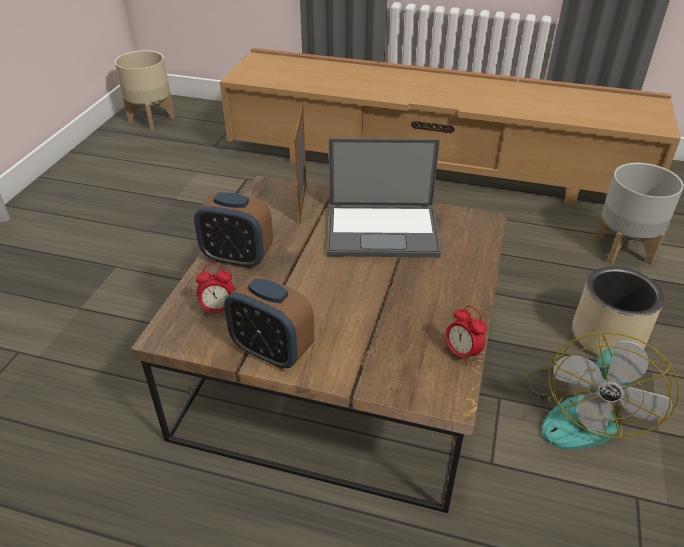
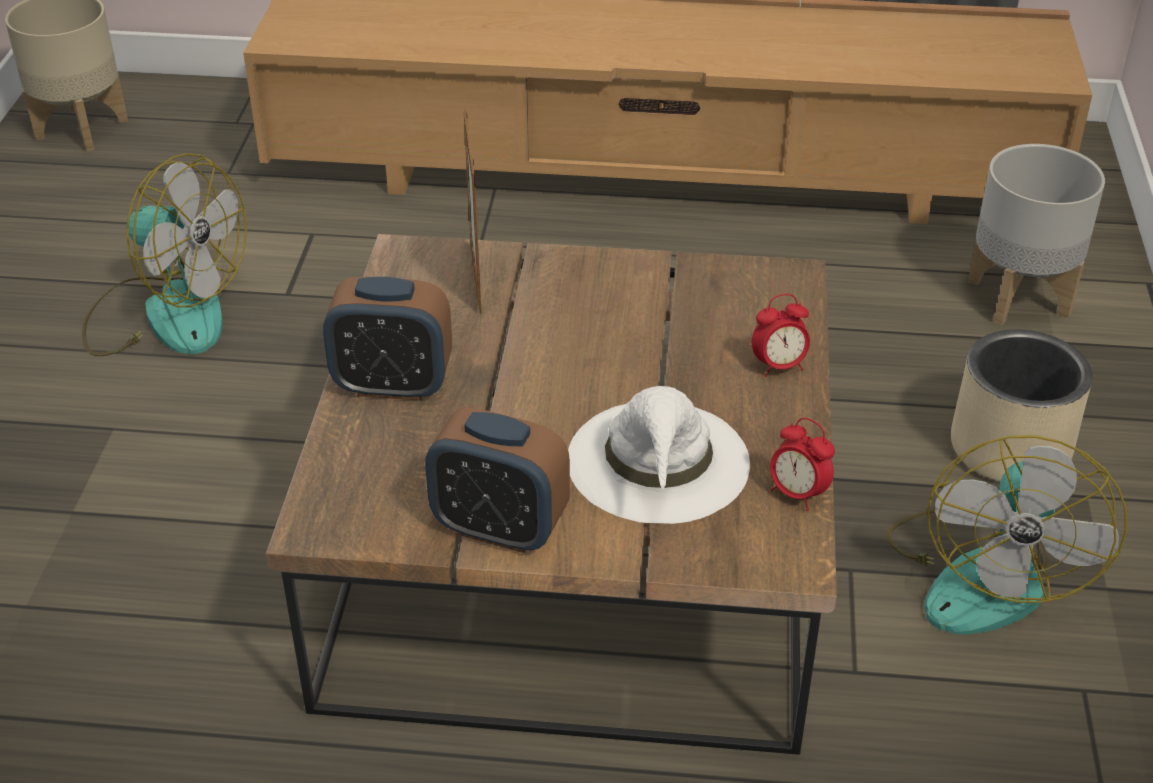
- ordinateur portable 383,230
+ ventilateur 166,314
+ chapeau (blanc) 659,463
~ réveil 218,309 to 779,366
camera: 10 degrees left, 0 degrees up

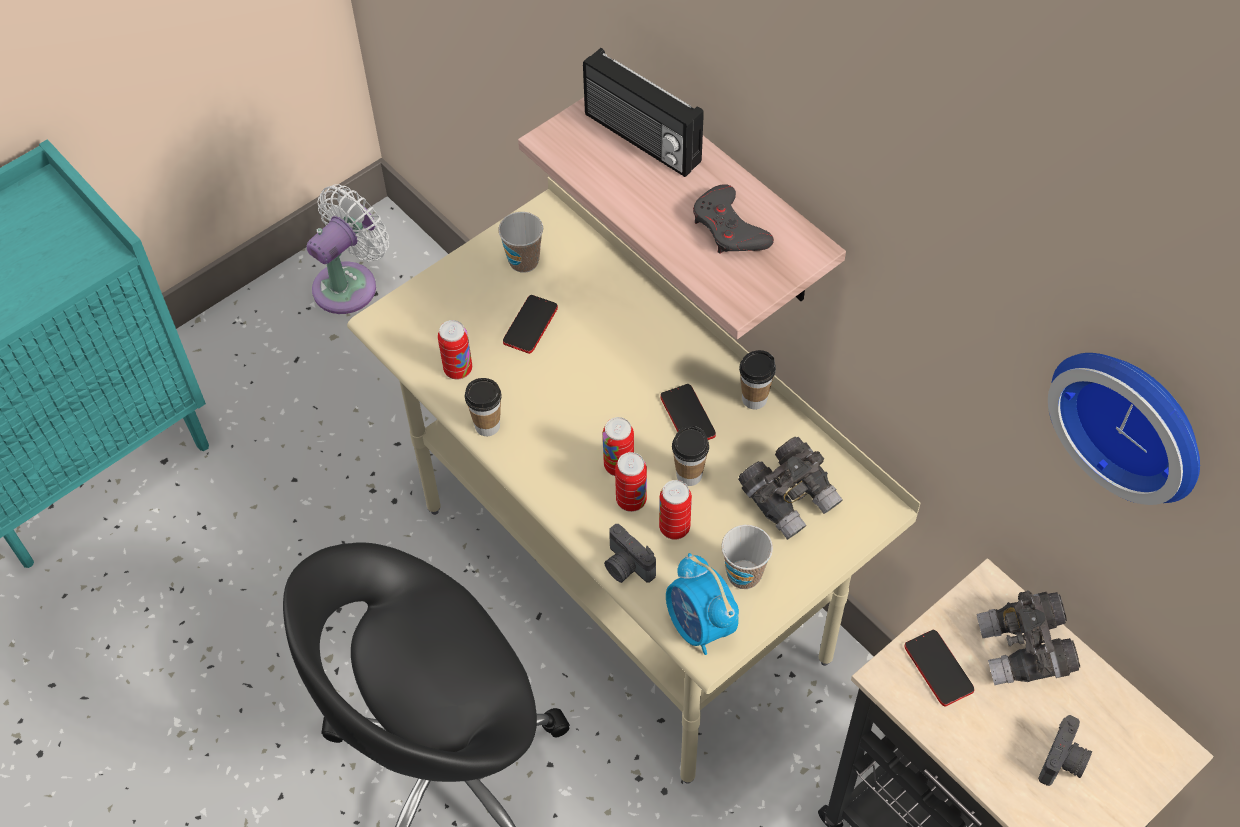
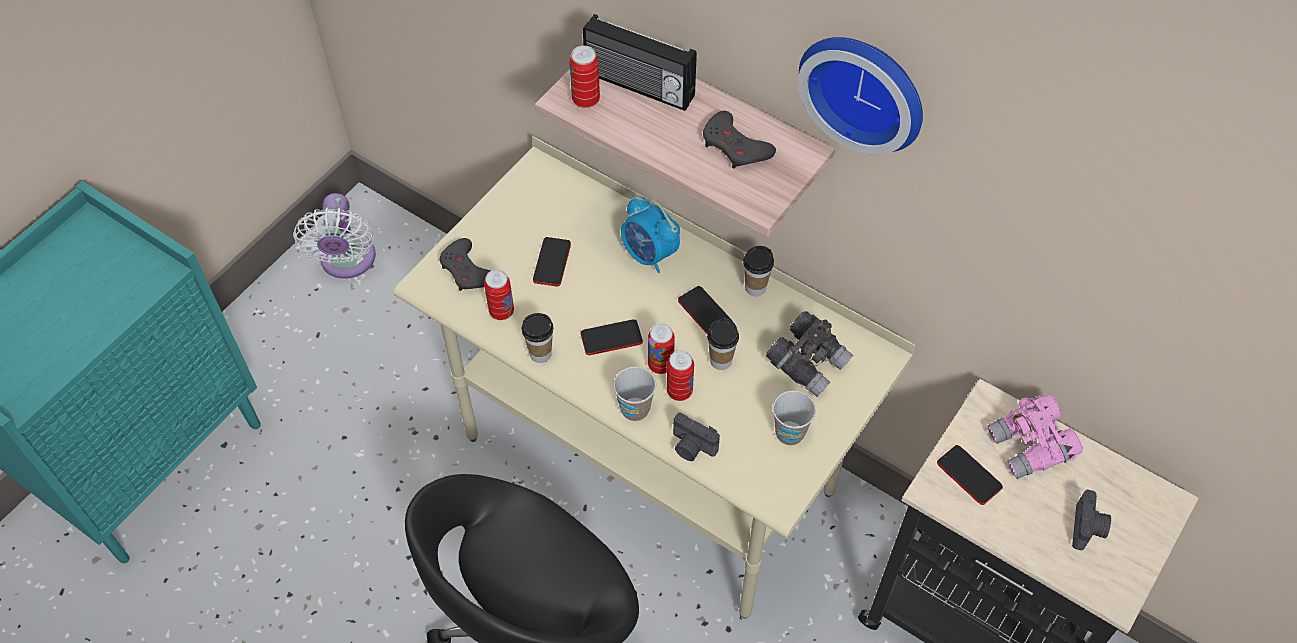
+ manette (gris) 467,271
+ téléphone 611,338
~ tasse 524,261 to 635,409
~ boîte métallique 674,528 to 586,100
~ réveil 700,626 to 649,254
~ horloge murale 1133,419 to 866,88
~ jumelles (gris) 1024,651 to jumelles (rose) 1030,447
~ ventilateur (blanc) 350,284 = 347,262 150 degrees clockwise
camera: 15 degrees left, 0 degrees up

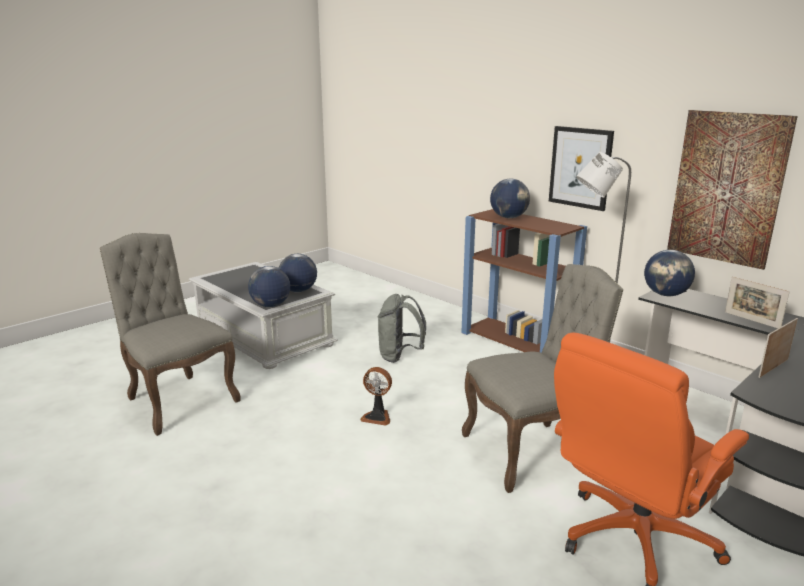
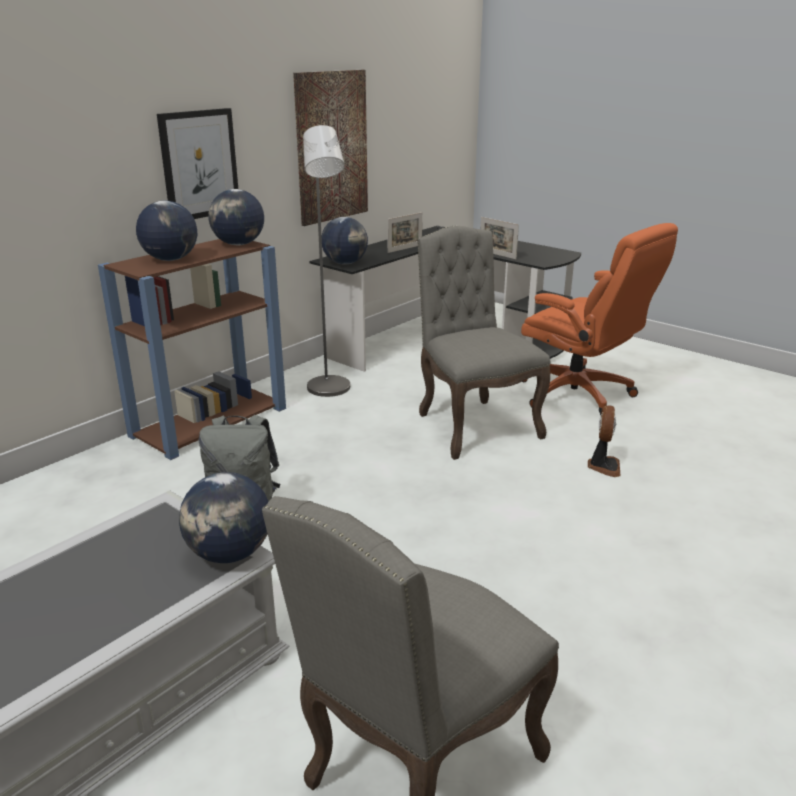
~ globe 298,291 to 239,244
~ ventilateur 377,417 to 603,466
camera: 95 degrees left, 5 degrees up

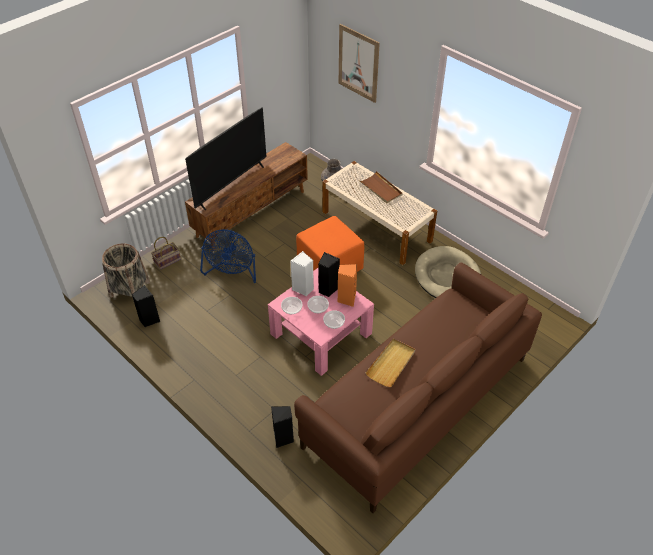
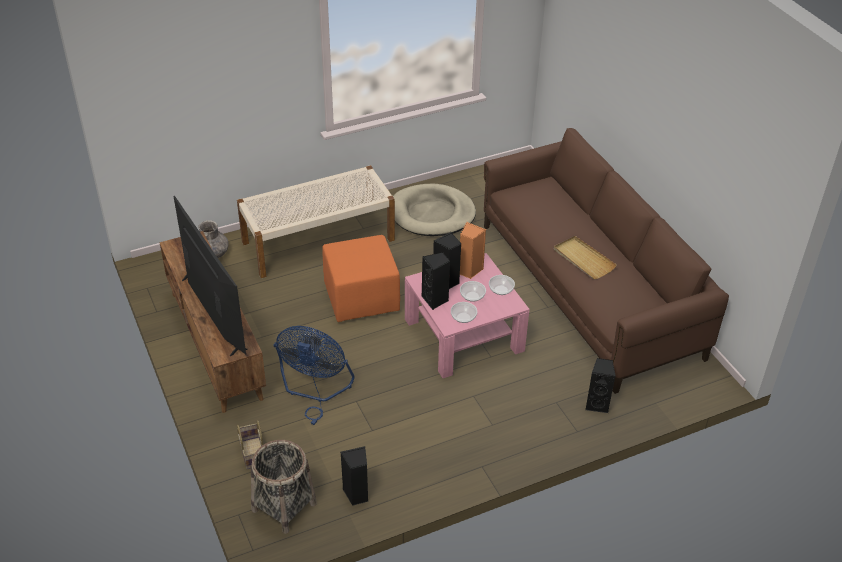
- tableau 358,63
- plateau (marron) 380,189
~ enceinte (blanc) 303,289 to enceinte (noir) 435,300
~ ventilateur (bleu) 231,270 = 312,390 105 degrees counterclockwise
camera: 70 degrees left, 5 degrees down

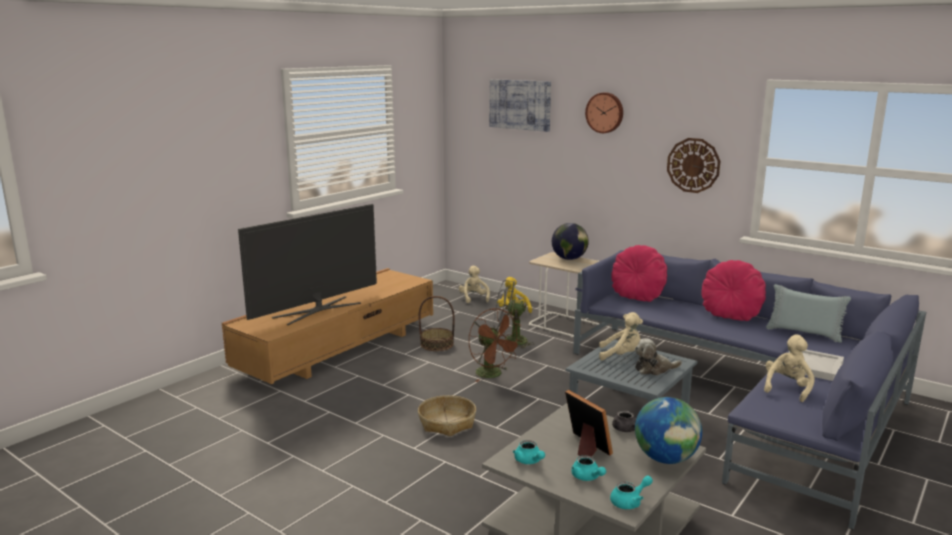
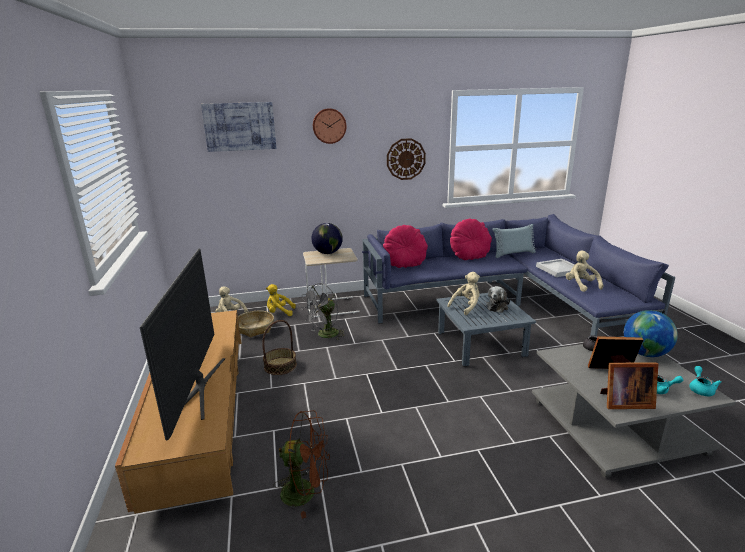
~ panier 447,423 to 255,328
~ ventilateur (marron) 493,375 to 306,492
~ théière (turquoise) 529,461 to cadre photo 623,402
camera: 50 degrees left, 5 degrees up

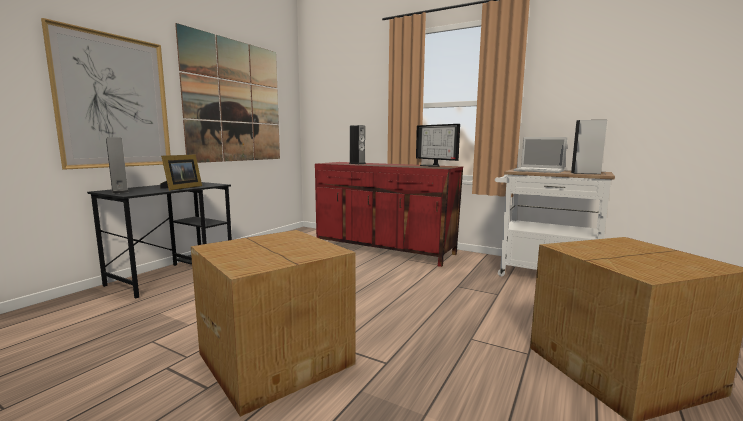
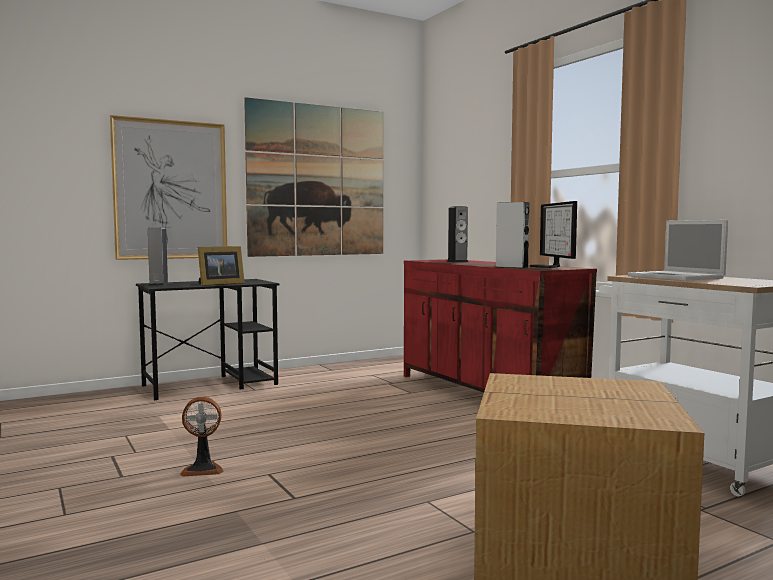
~ enceinte (gris) 585,173 to 511,267
~ carton 276,357 to ventilateur 203,469
camera: 30 degrees right, 5 degrees down

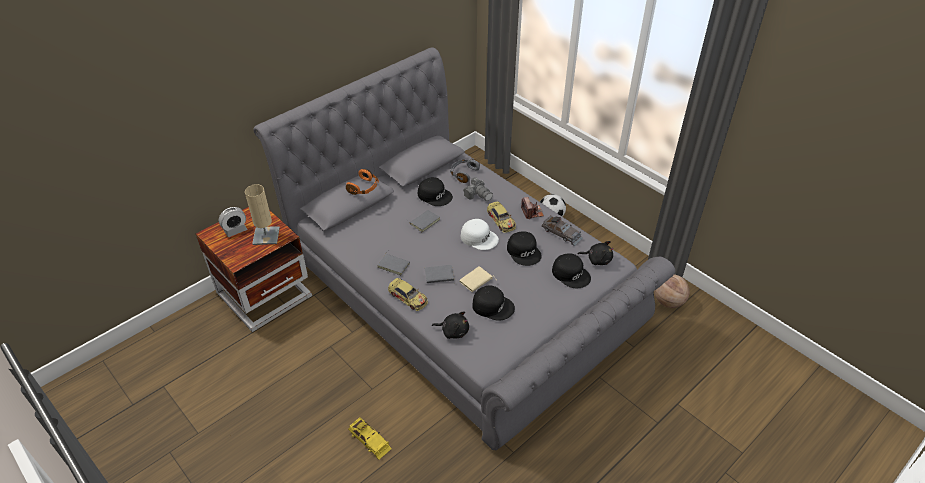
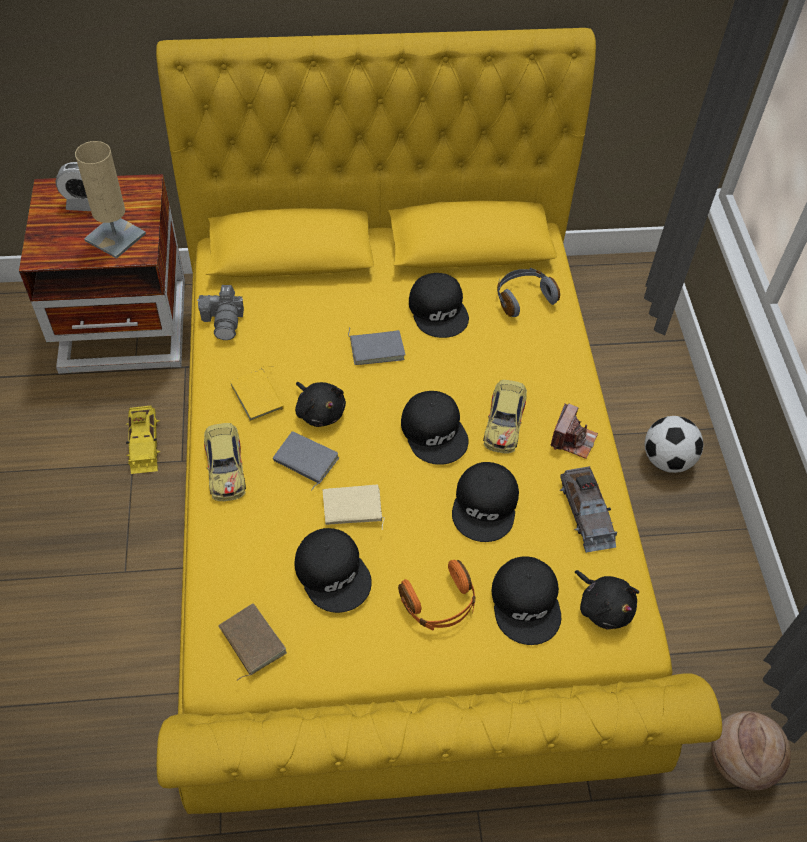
+ livre (marron) 250,642
~ casque audio (orange) 364,188 to 439,604
~ petite voiture (jaune) 369,440 to 143,443
~ peluche (noir) 453,331 to 319,411
~ appareil photo 478,195 to 224,320
~ lit (gris) 462,290 to lit (jaune) 399,497
~ livre (gris) 394,265 to livre (jaune) 259,396
~ casquette (blanc) 479,237 to casquette (noir) 435,431
camera: 35 degrees right, 10 degrees up

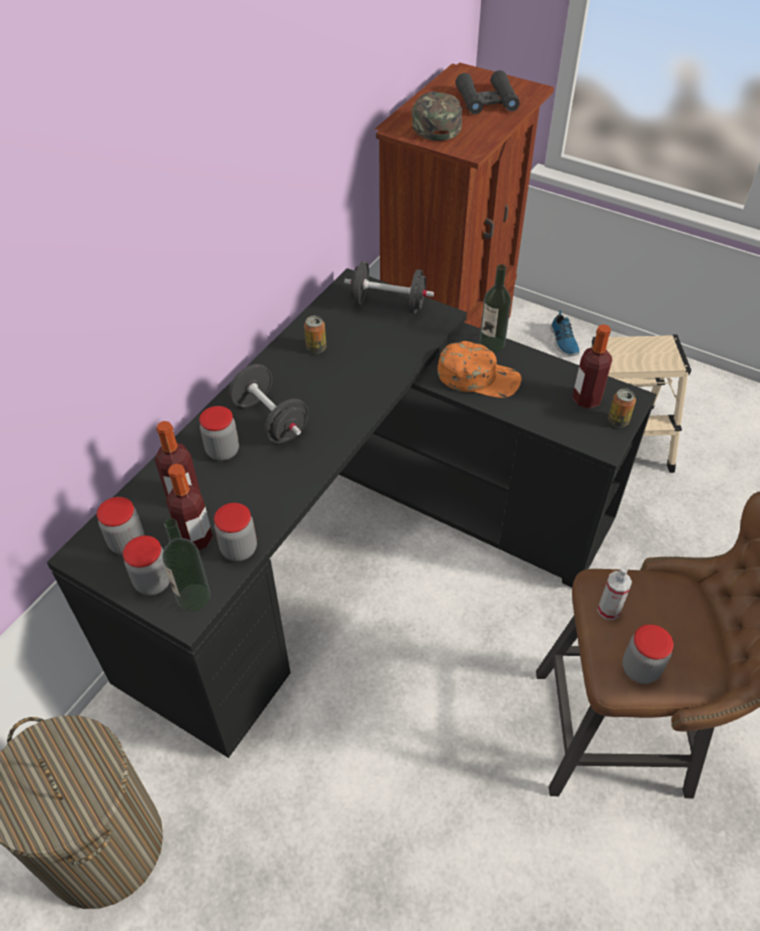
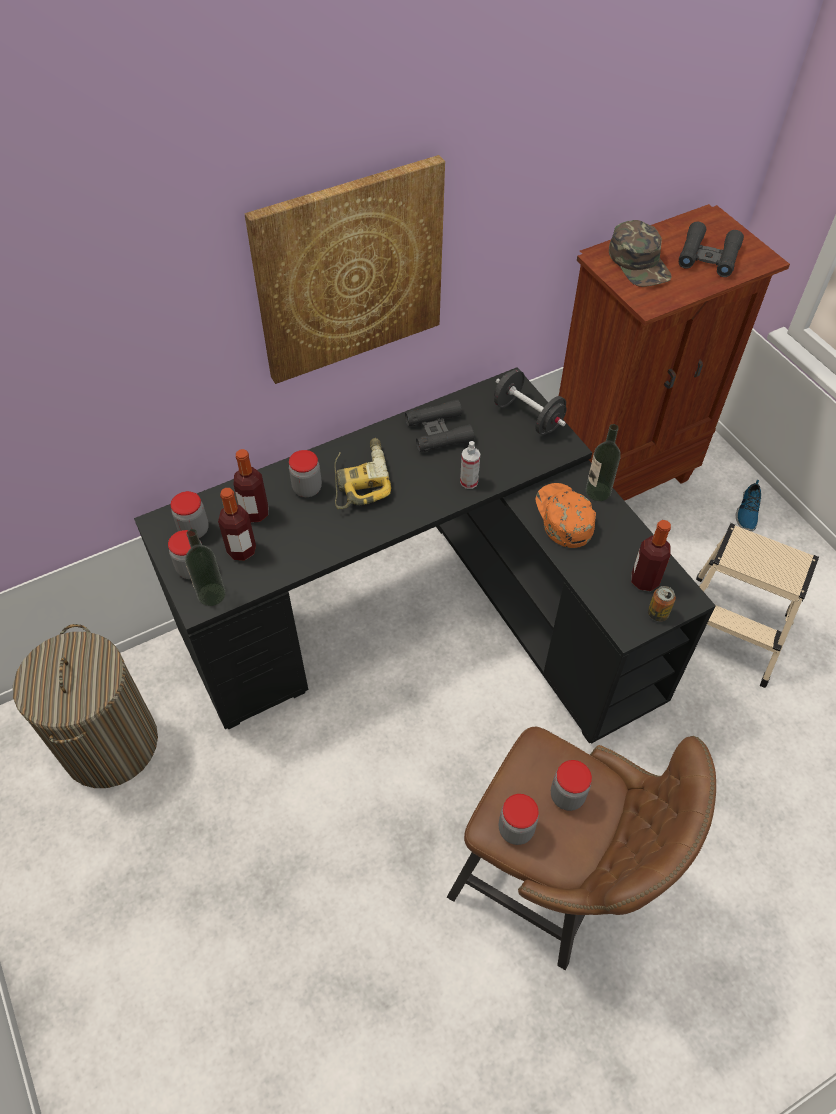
+ tableau 350,271
~ bocal 239,549 to 567,796
~ vaporisateur 608,610 to 469,482
~ haltère (noir) 271,420 to perceuse 360,479
~ boîte métallique 316,348 to jumelles (noir) 438,431
~ casquette (vert) 434,122 = 639,262 135 degrees clockwise
~ casquette (orange) 478,377 = 563,517 150 degrees counterclockwise
camera: 30 degrees right, 5 degrees up

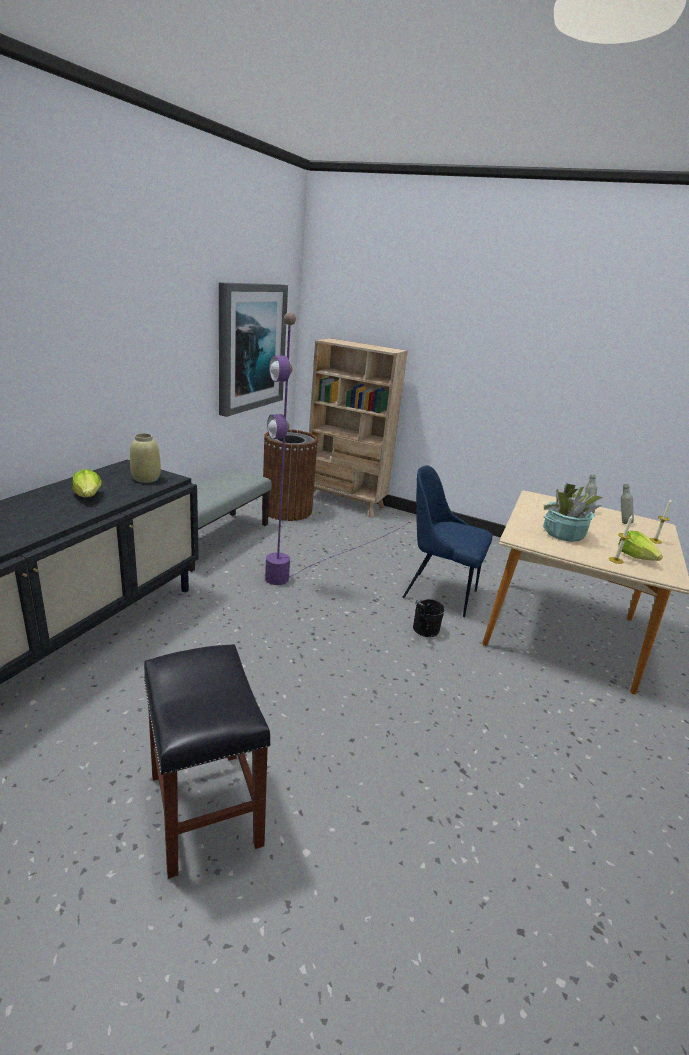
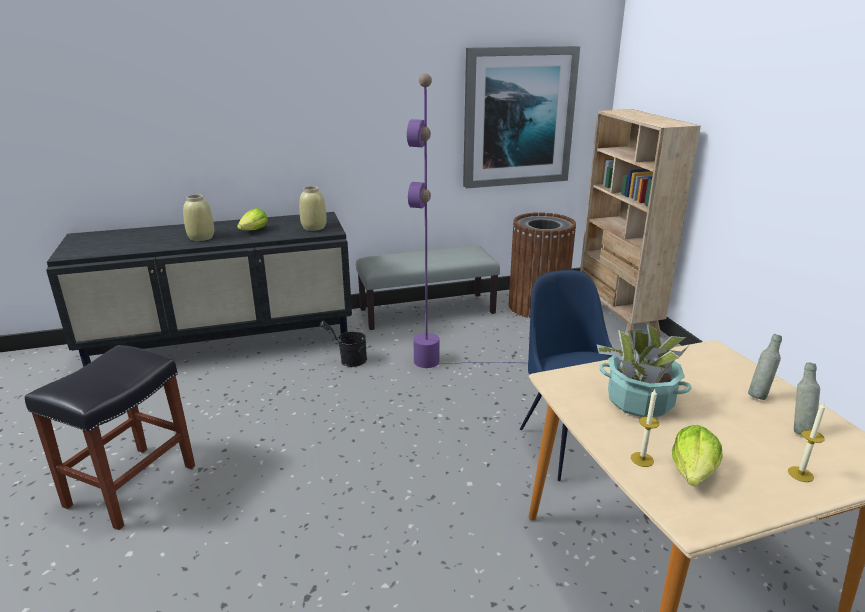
+ vase (beige) 201,237
~ seau (noir) 423,631 to 348,361
camera: 50 degrees right, 0 degrees up

